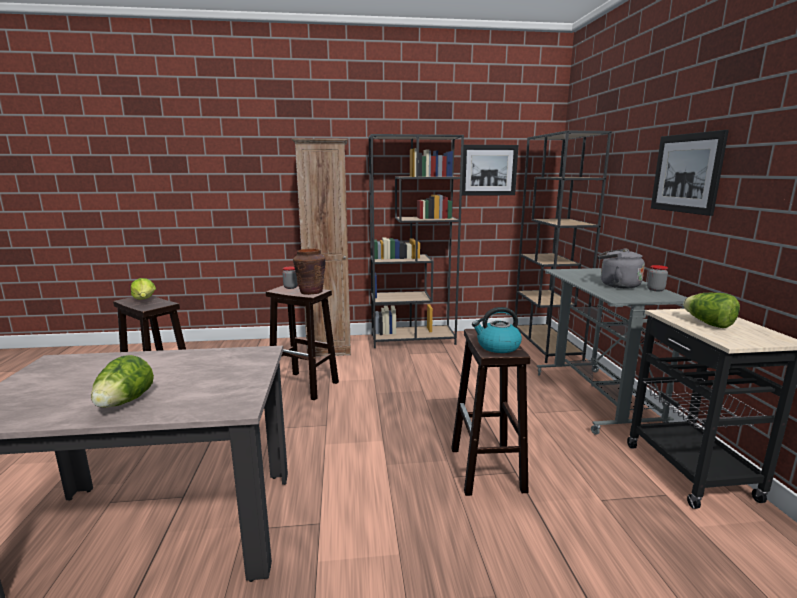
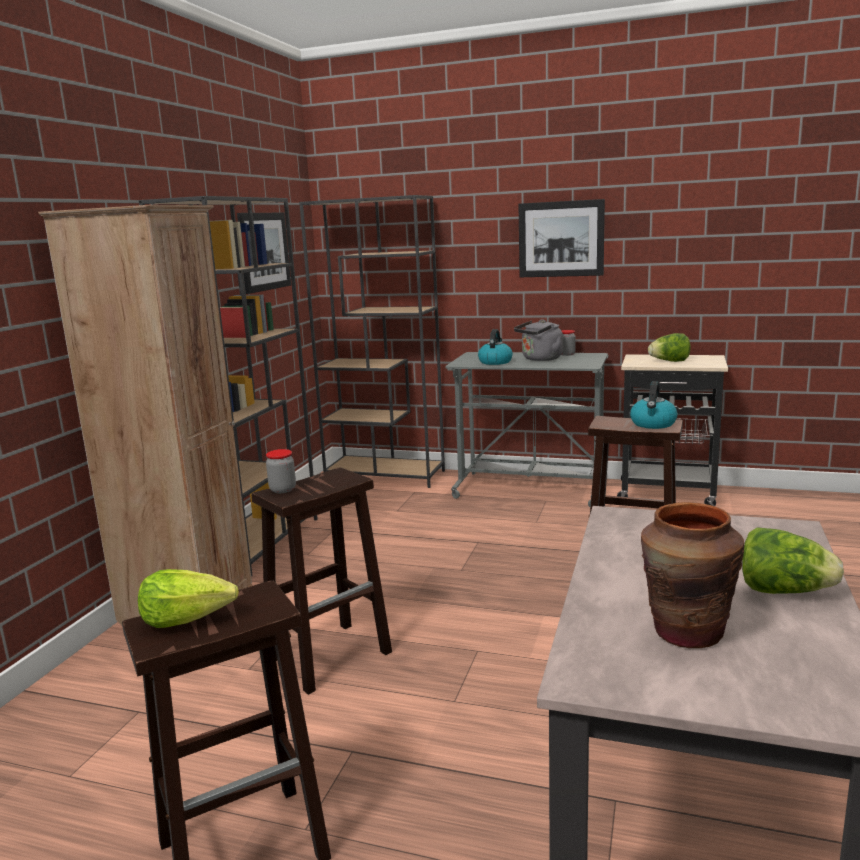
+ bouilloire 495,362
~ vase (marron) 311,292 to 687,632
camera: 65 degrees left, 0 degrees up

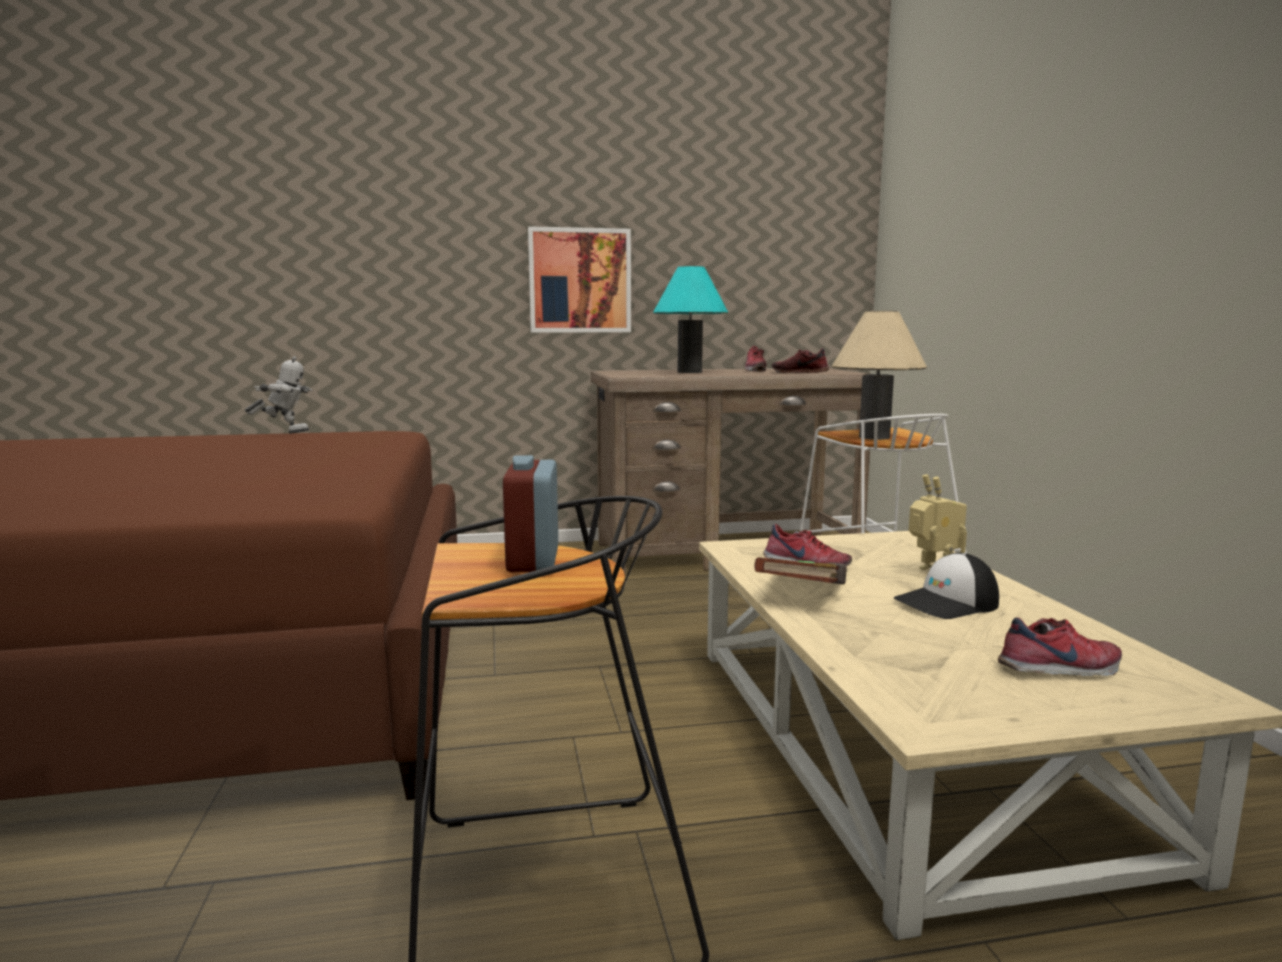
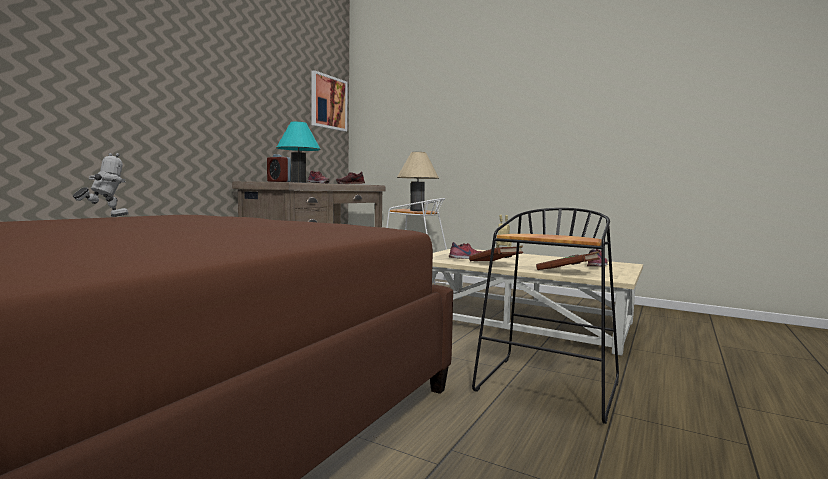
- casquette 947,603
+ livre (marron) 567,272
~ réveil 533,559 to 279,181
~ tableau 580,281 to 328,102
camera: 50 degrees left, 5 degrees down

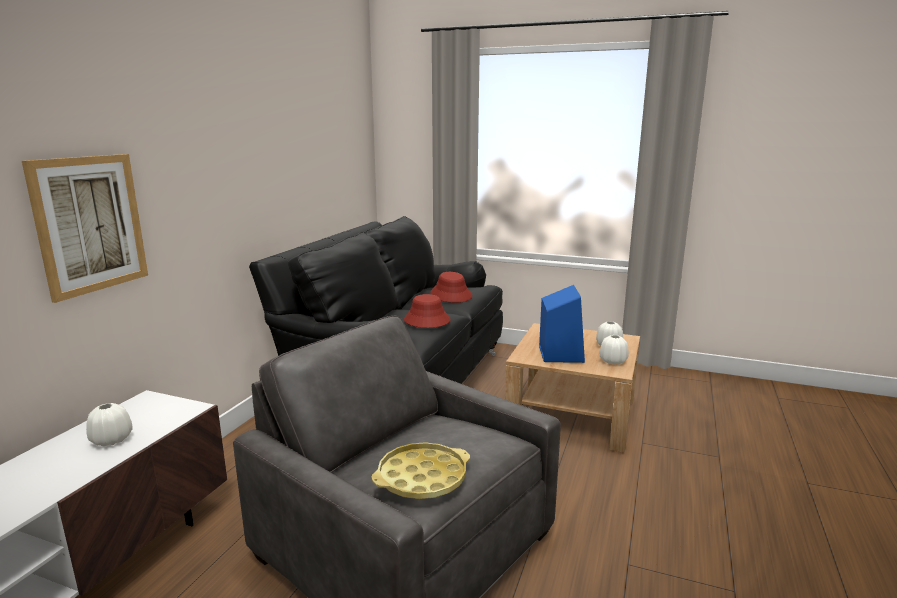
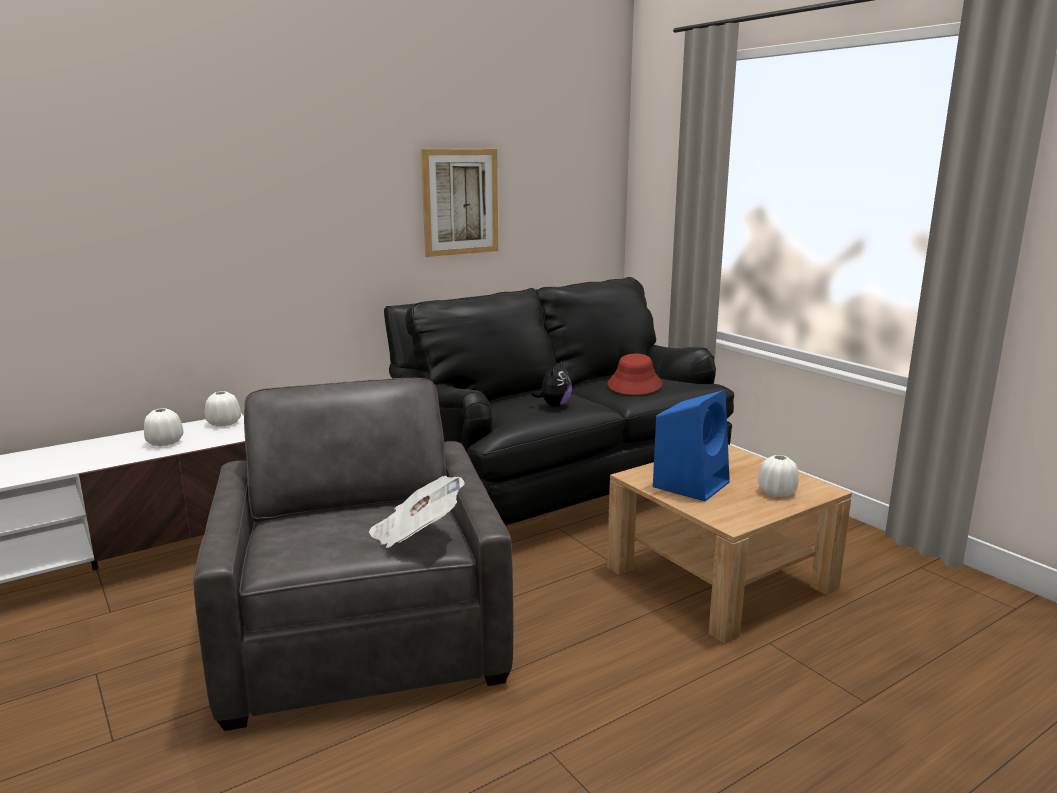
- plateau (jaune) 422,477
+ journal 416,533
~ tableau 90,224 to 460,202
~ vase (blanc) 613,361 to 224,423
~ chapeau (rouge) 426,320 to peluche 554,405
camera: 35 degrees right, 0 degrees up

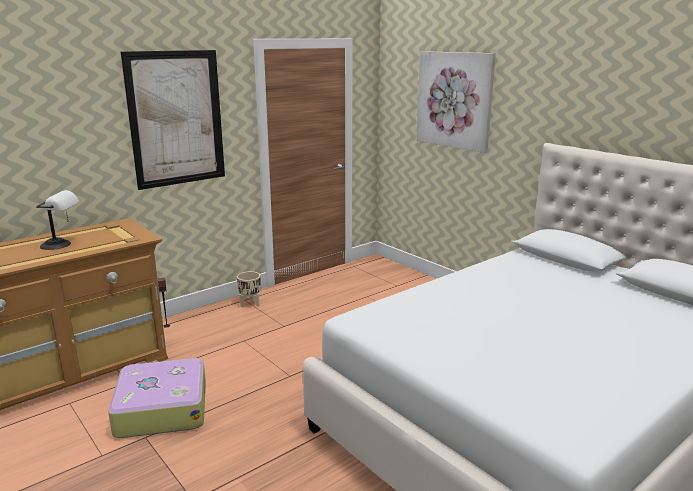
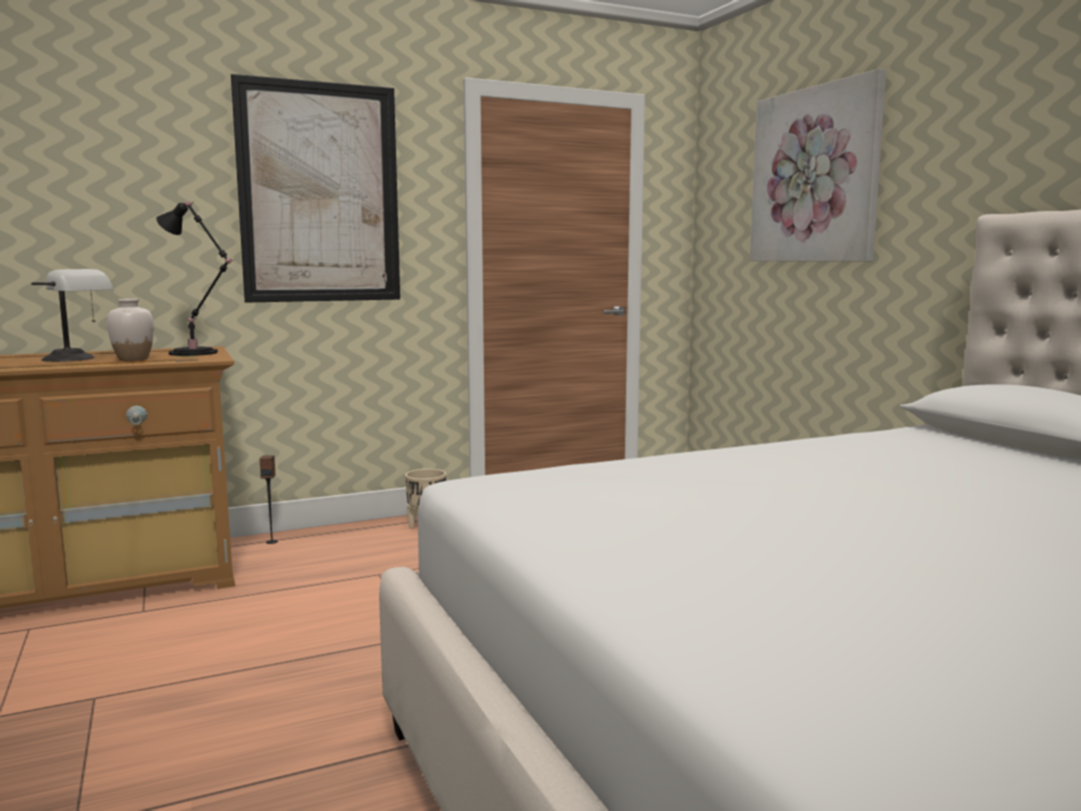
- valise 161,408
+ vase (blanc) 133,359
+ lampe de table (noir) 196,353
camera: 15 degrees right, 10 degrees down

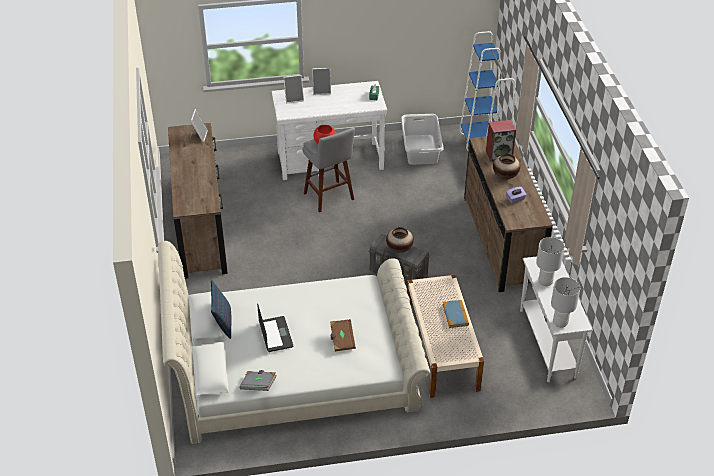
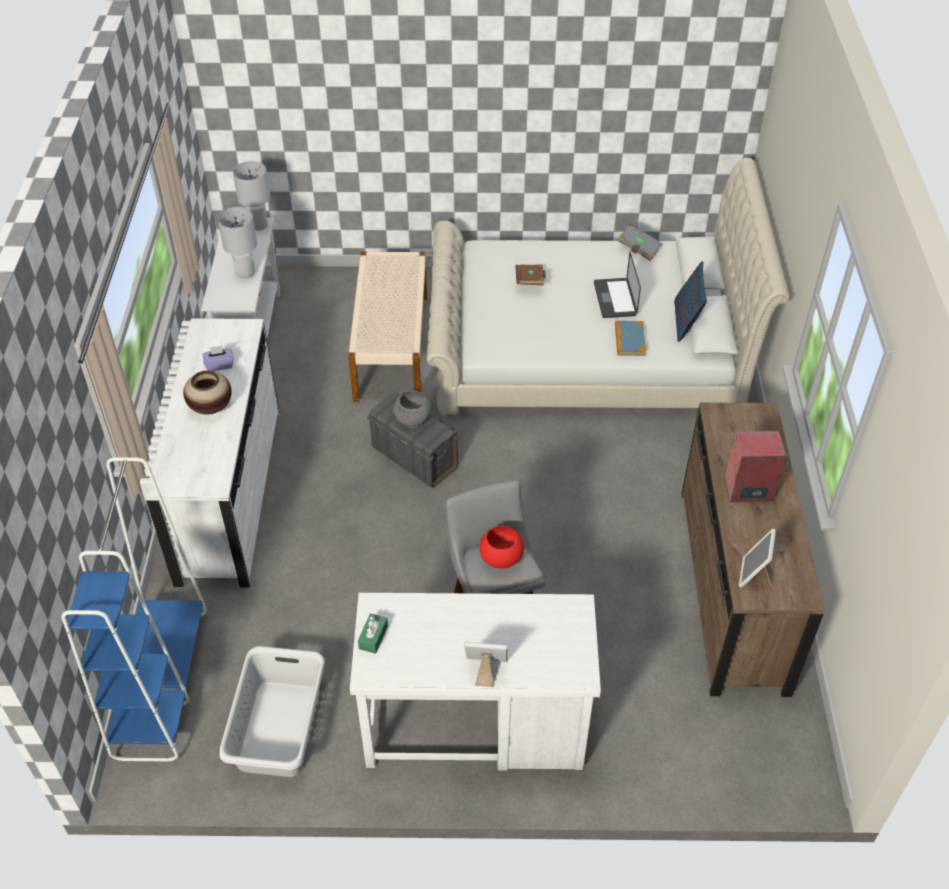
- cadre photo 294,98
~ livre 455,315 to 629,340
~ enceinte 499,154 to 747,489
~ vase 399,249 to bol (gris) 413,419
~ commode (marron) 501,241 to commode (blanc) 231,492
camera: 170 degrees left, 5 degrees up

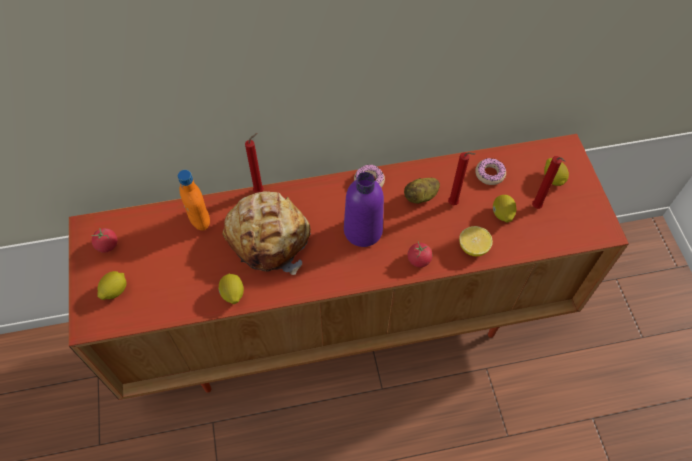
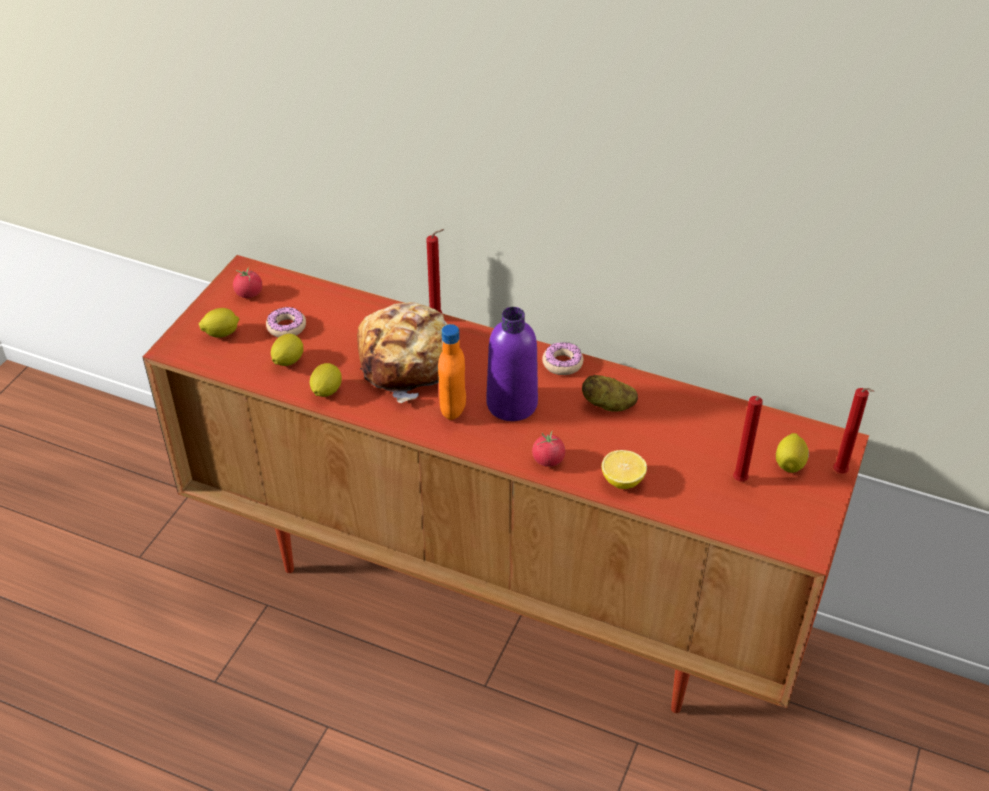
~ bouteille (orange) 200,220 to 453,409
~ bougie (rouge) 454,204 to 841,474
~ beignet 490,174 to 286,327
~ citron 502,214 to 288,361
camera: 35 degrees right, 15 degrees down

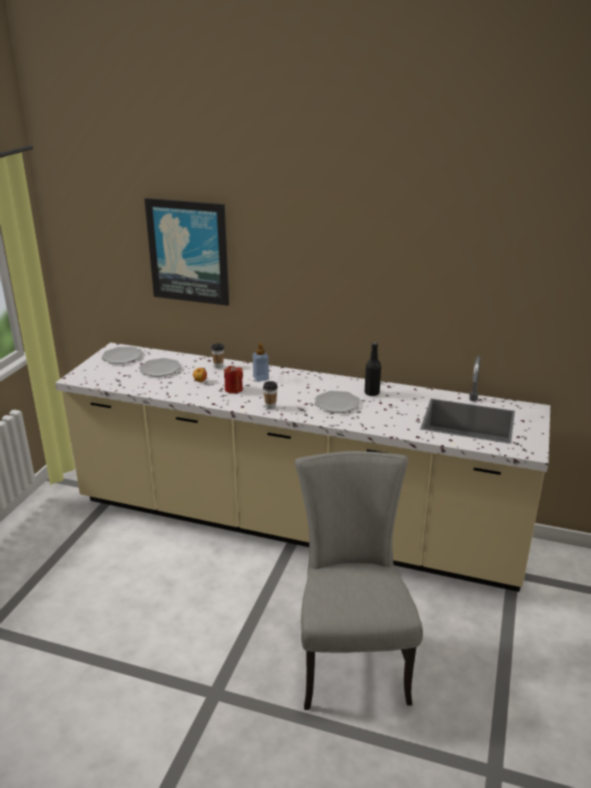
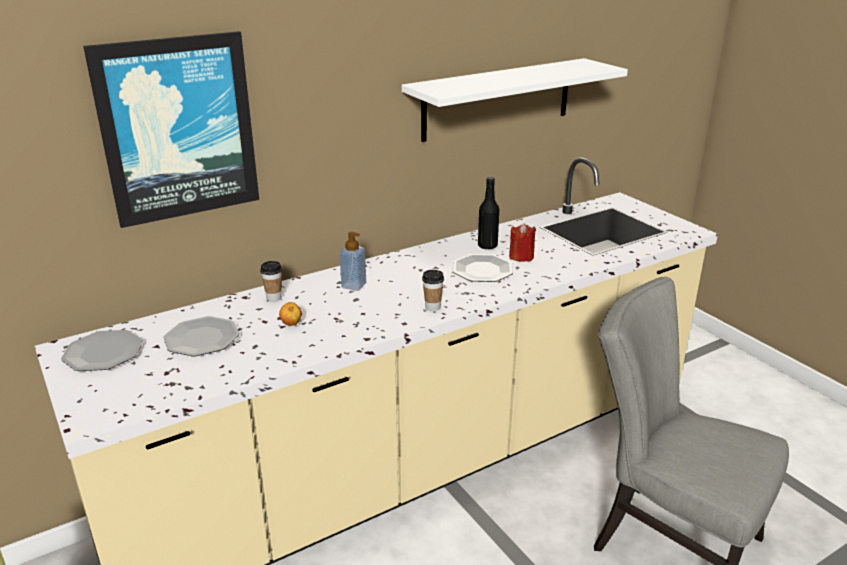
+ étagère (blanc) 497,99
~ bougie (rouge) 233,389 to 521,257
camera: 50 degrees left, 0 degrees up

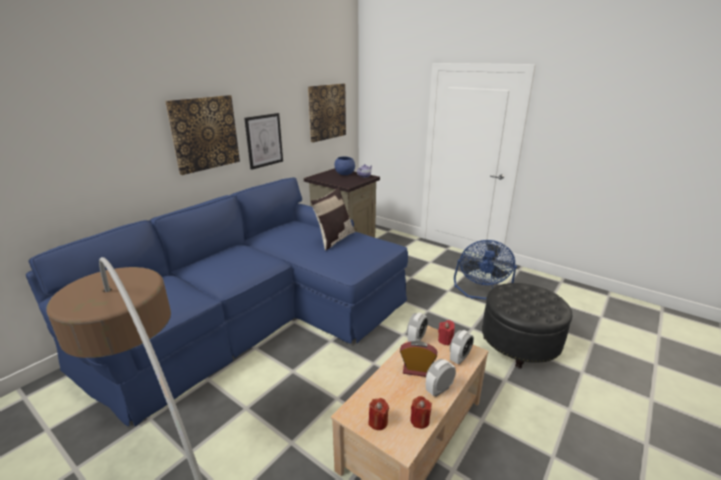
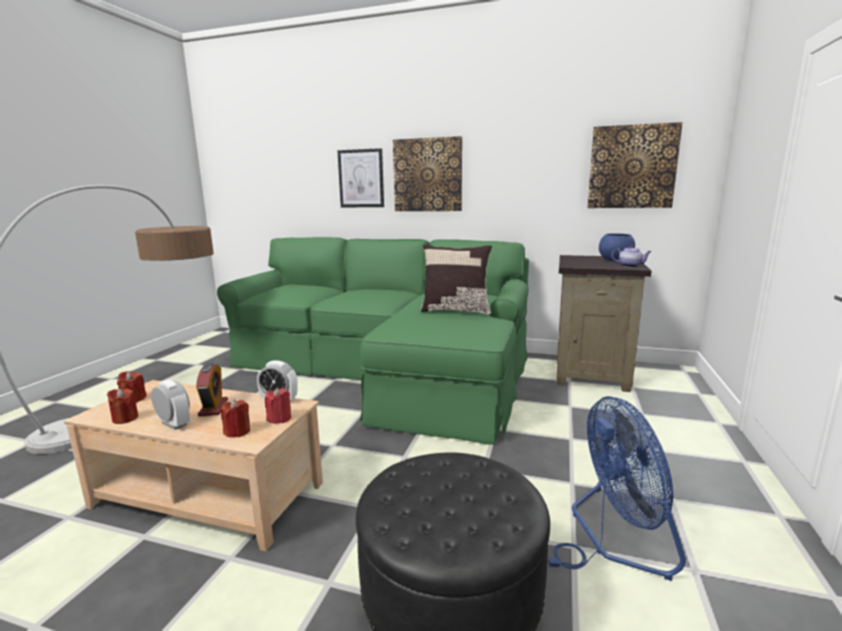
~ tableau 264,140 to 361,178
~ réveil 459,358 to bougie (rouge) 237,432
~ canapé (bleu) 260,315 to canapé (vert) 387,368
camera: 70 degrees right, 10 degrees down

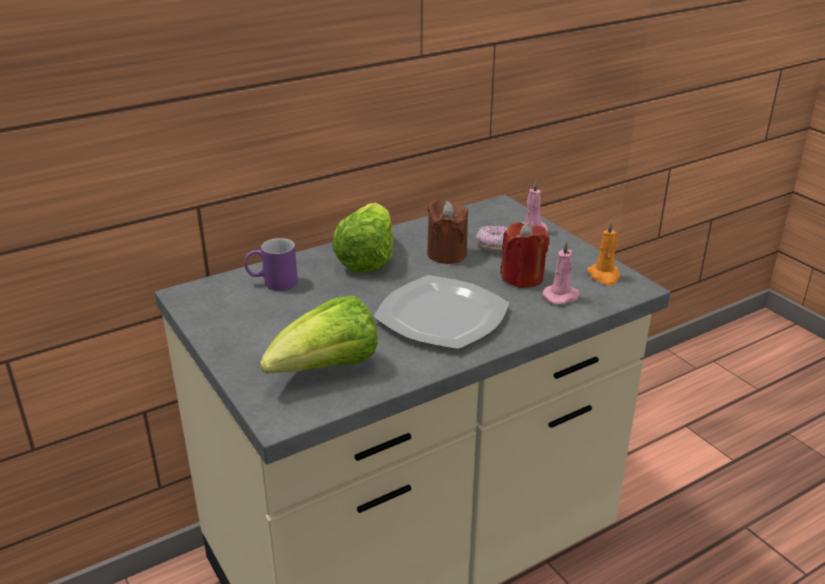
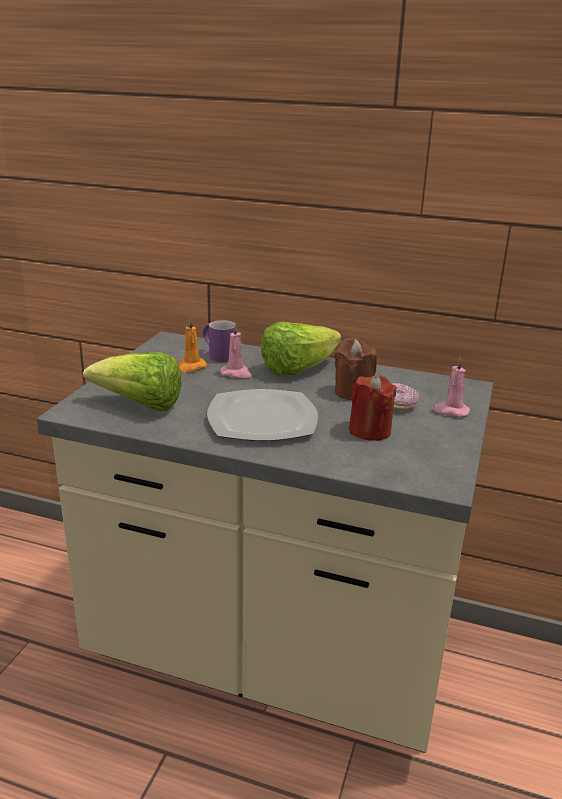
~ bougie (rose) 562,296 to 236,374
~ bougie (orange) 604,276 to 190,367
camera: 50 degrees right, 5 degrees down

